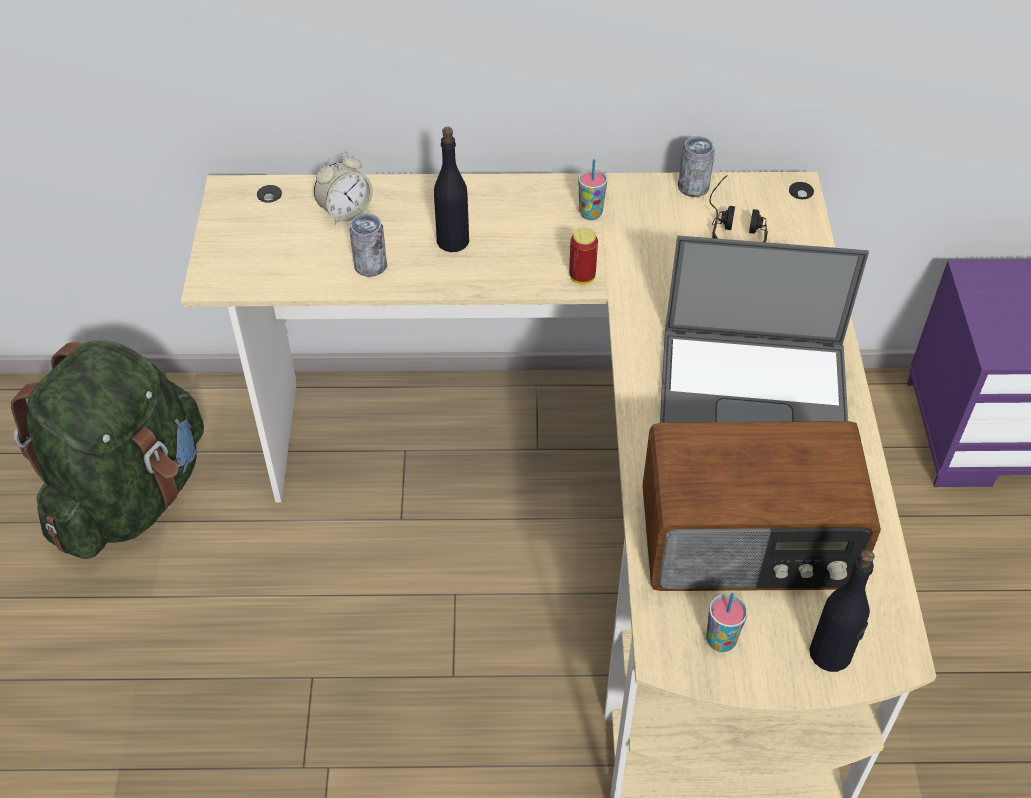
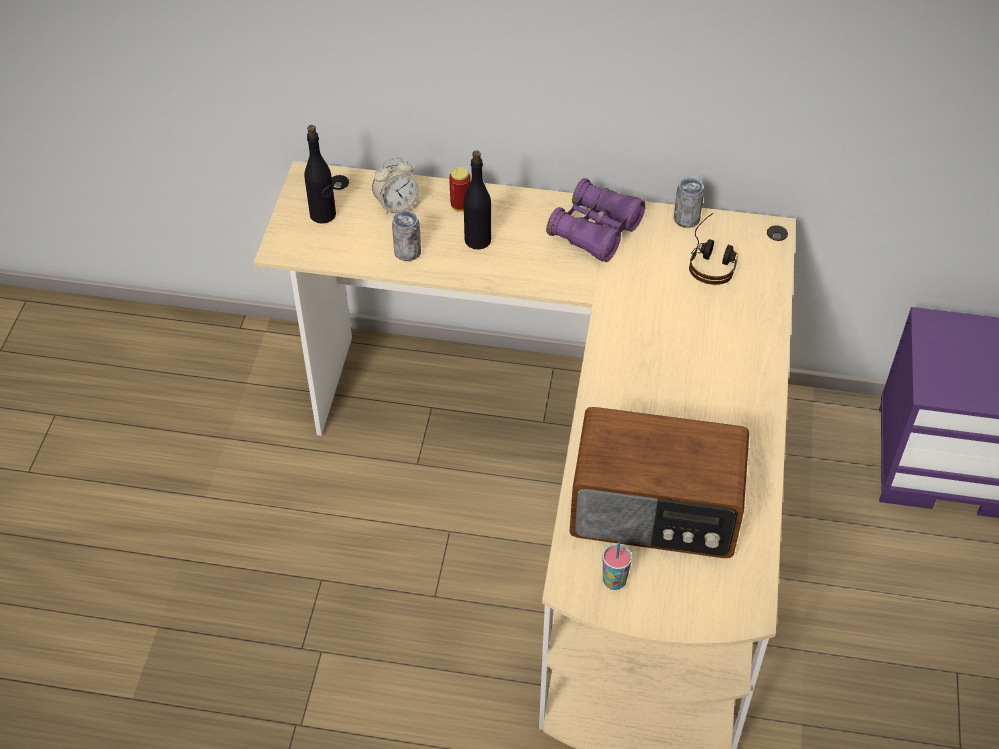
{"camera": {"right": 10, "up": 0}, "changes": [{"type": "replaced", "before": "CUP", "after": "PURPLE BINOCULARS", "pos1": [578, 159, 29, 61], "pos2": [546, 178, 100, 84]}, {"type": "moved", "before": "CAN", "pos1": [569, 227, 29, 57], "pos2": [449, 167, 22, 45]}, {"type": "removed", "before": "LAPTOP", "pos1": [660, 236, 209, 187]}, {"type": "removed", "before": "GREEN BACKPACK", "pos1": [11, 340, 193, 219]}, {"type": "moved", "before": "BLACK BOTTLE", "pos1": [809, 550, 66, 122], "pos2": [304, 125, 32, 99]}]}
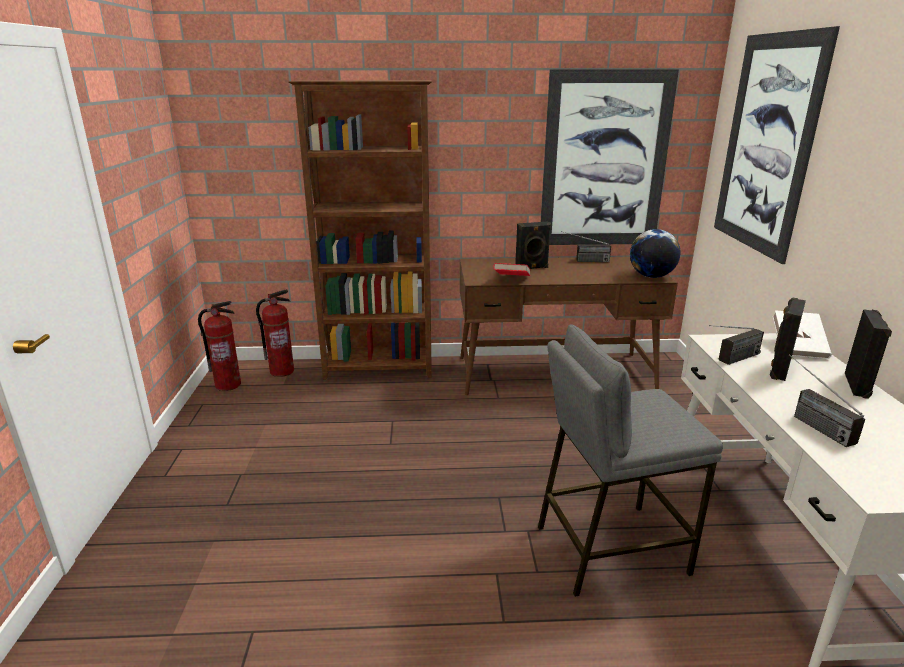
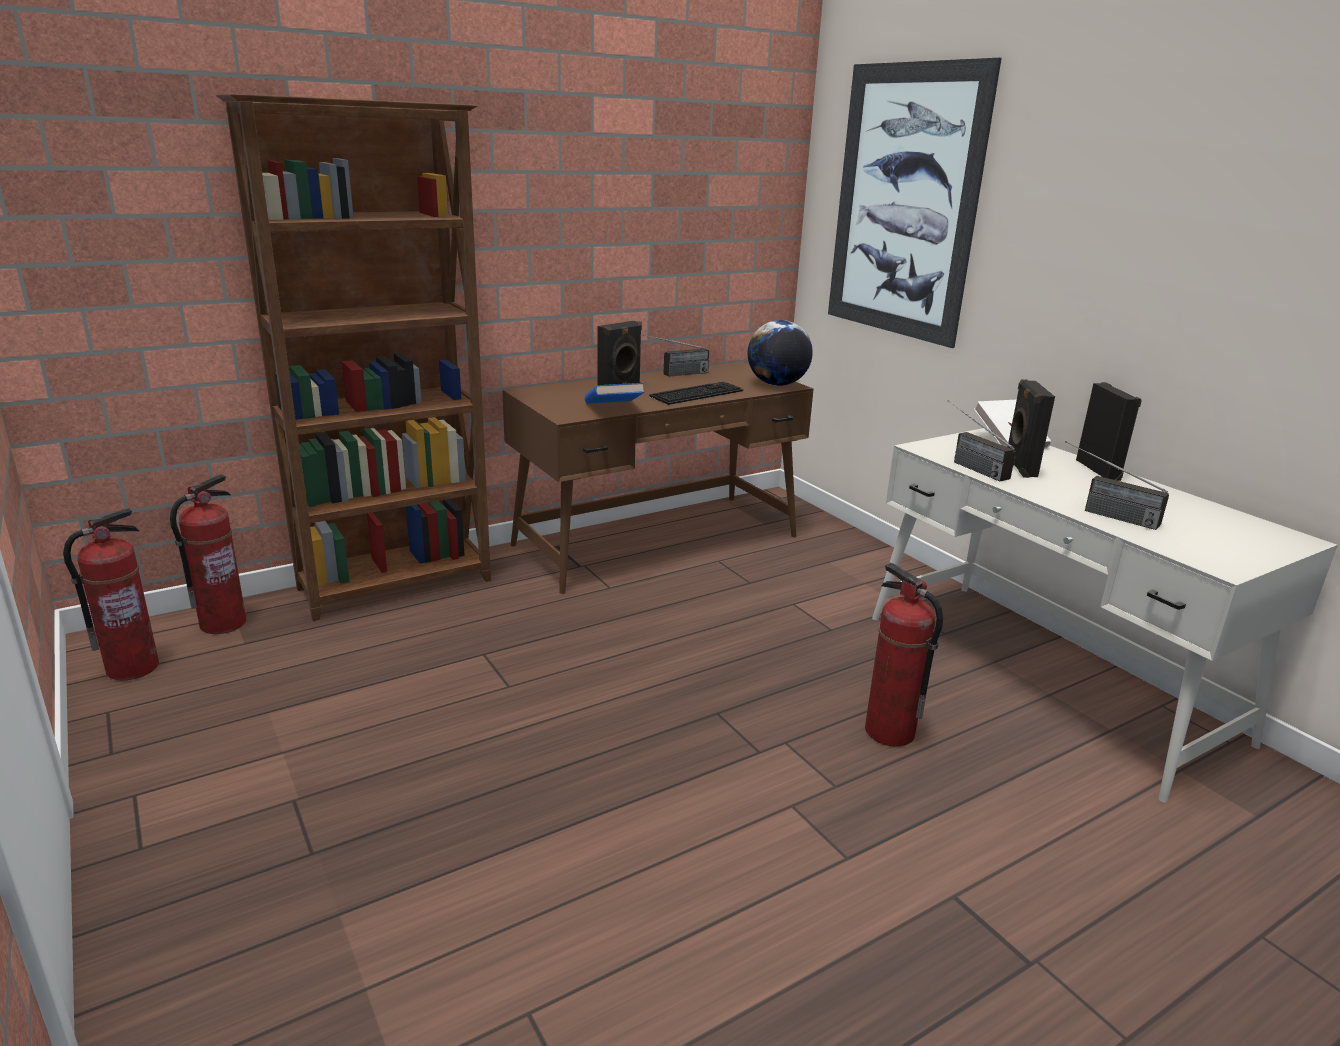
{"camera": {"right": -30, "up": 0}, "changes": [{"type": "removed", "before": "PICTURE", "pos1": [541, 69, 138, 176]}, {"type": "recoloured", "before": "RED BOOK", "after": "BLUE BOOK", "pos1": [493, 263, 38, 13], "pos2": [585, 383, 60, 21]}, {"type": "replaced", "before": "GREY STOOL", "after": "FIRE EXTINGUISHER", "pos1": [538, 324, 185, 273], "pos2": [865, 562, 78, 185]}, {"type": "turned", "before": "RADIO", "pos1": [709, 325, 55, 40], "pos2": [948, 400, 68, 82], "turn": 120}, {"type": "added", "after": "KEYBOARD", "pos2": [649, 382, 94, 23]}]}
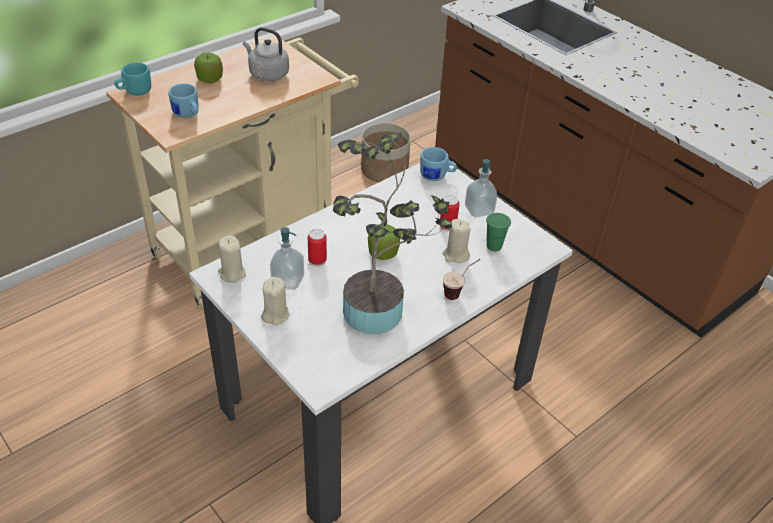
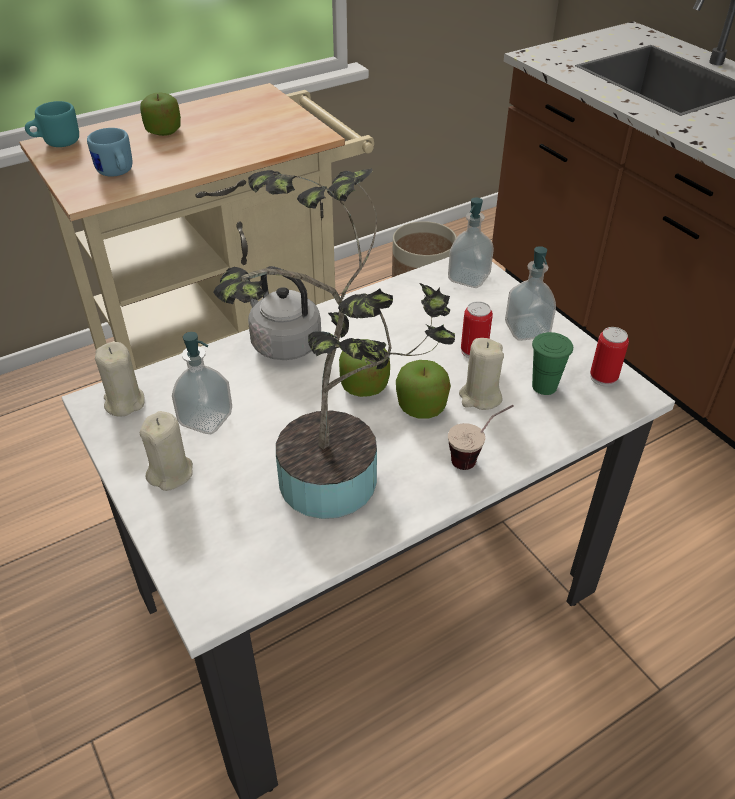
{"camera": {"right": 10, "up": 0}, "changes": [{"type": "moved", "before": "GREY KETTLE", "pos1": [243, 27, 46, 54], "pos2": [248, 266, 73, 94]}, {"type": "replaced", "before": "BLUE MUG", "after": "SOAP DISPENSER", "pos1": [420, 147, 37, 34], "pos2": [448, 197, 46, 91]}, {"type": "moved", "before": "CAN", "pos1": [308, 229, 19, 38], "pos2": [590, 327, 39, 59]}, {"type": "added", "after": "APPLE", "pos2": [396, 360, 55, 59]}]}
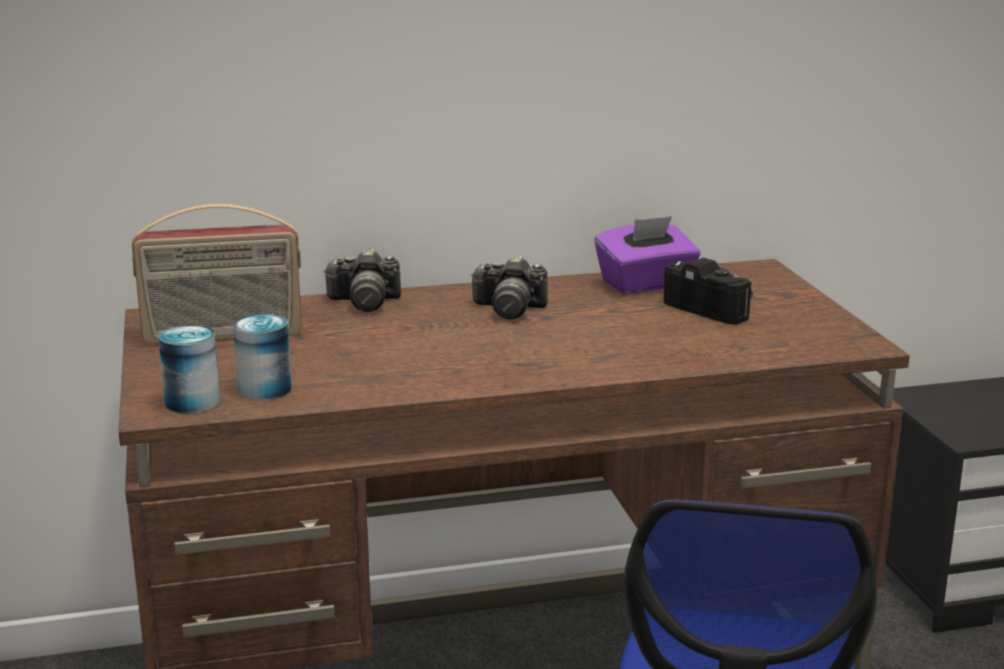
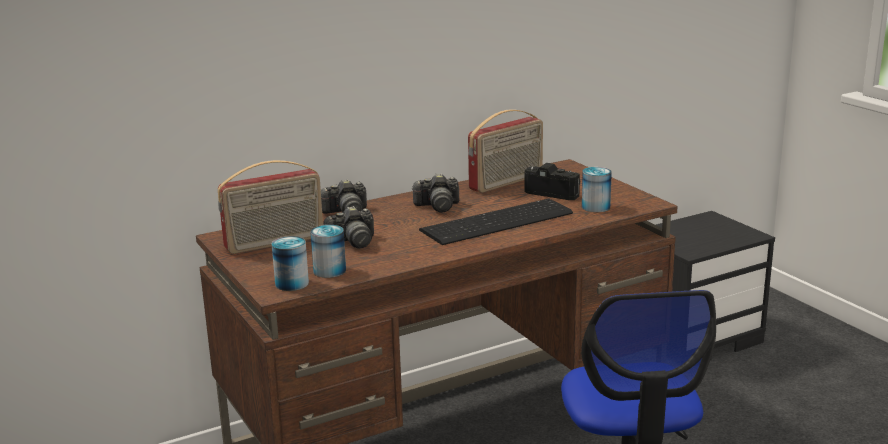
{"camera": {"right": -15, "up": 0}, "changes": [{"type": "replaced", "before": "PURPLE TISSUE BOX", "after": "RADIO", "pos1": [595, 216, 105, 78], "pos2": [468, 109, 75, 84]}, {"type": "added", "after": "CAN", "pos2": [582, 167, 30, 45]}, {"type": "added", "after": "KEYBOARD", "pos2": [419, 199, 154, 46]}, {"type": "added", "after": "PHOTO CAMERA", "pos2": [323, 206, 51, 42]}]}
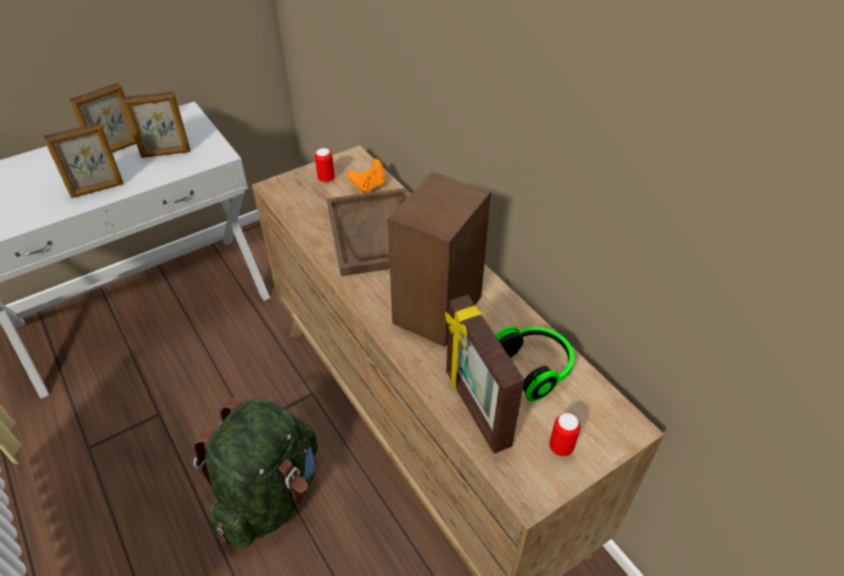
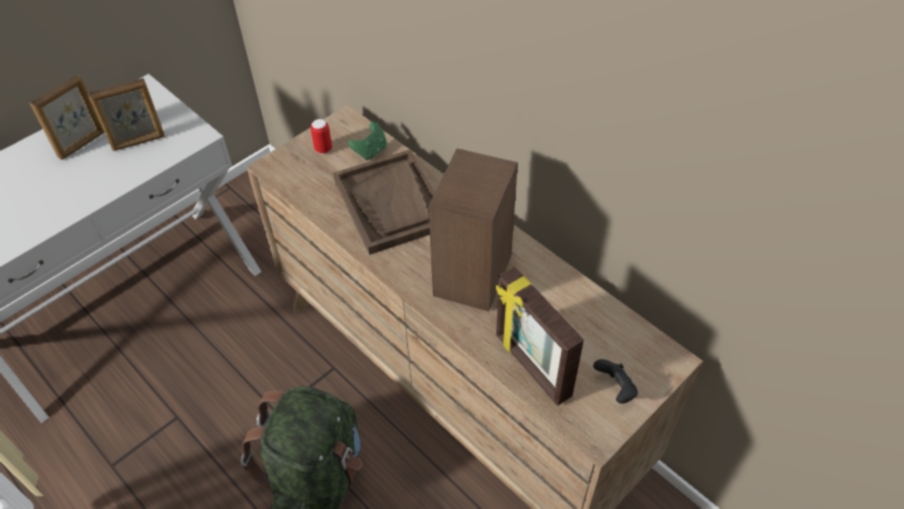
{"camera": {"right": -10, "up": 5}, "changes": [{"type": "removed", "before": "PICTURE FRAME", "pos1": [43, 122, 81, 76]}, {"type": "recoloured", "before": "ORANGE GAME CONTROLLER", "after": "GREEN GAME CONTROLLER", "pos1": [347, 159, 39, 34], "pos2": [348, 122, 39, 38]}, {"type": "removed", "before": "HEADPHONES", "pos1": [495, 326, 79, 76]}, {"type": "replaced", "before": "CAN", "after": "BLACK GAME CONTROLLER", "pos1": [549, 413, 32, 43], "pos2": [593, 359, 45, 45]}]}
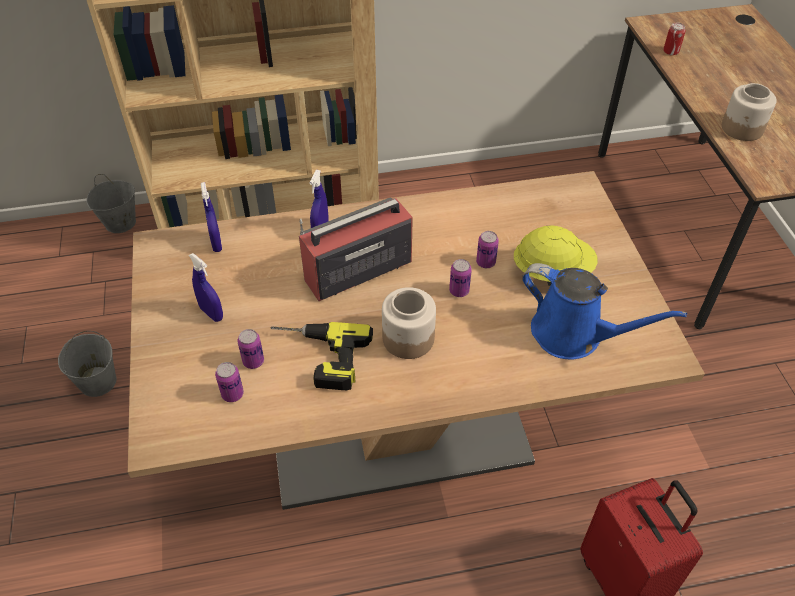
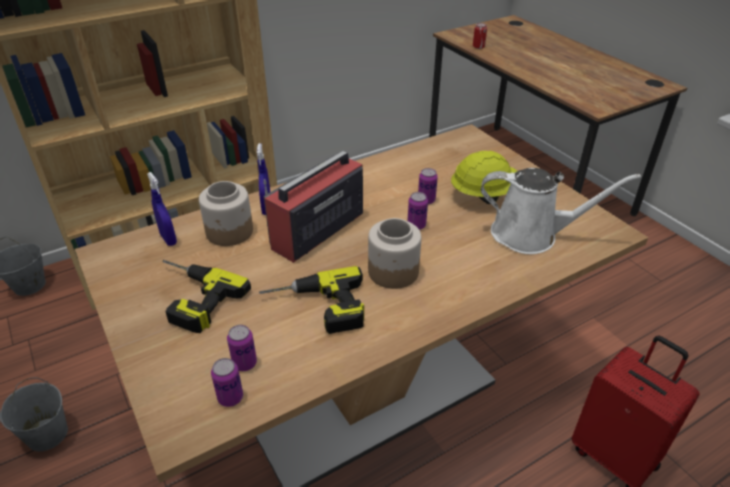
{"camera": {"right": -20, "up": -10}, "changes": [{"type": "moved", "before": "JAR", "pos1": [722, 83, 55, 58], "pos2": [199, 181, 54, 65]}, {"type": "replaced", "before": "BLUE SPRAY BOTTLE", "after": "POWER DRILL", "pos1": [189, 253, 34, 69], "pos2": [163, 260, 88, 73]}, {"type": "recoloured", "before": "BLUE WATERING CAN", "after": "WHITE WATERING CAN", "pos1": [522, 263, 165, 96], "pos2": [481, 168, 160, 86]}, {"type": "moved", "before": "CAN", "pos1": [238, 329, 26, 40], "pos2": [211, 358, 32, 49]}]}
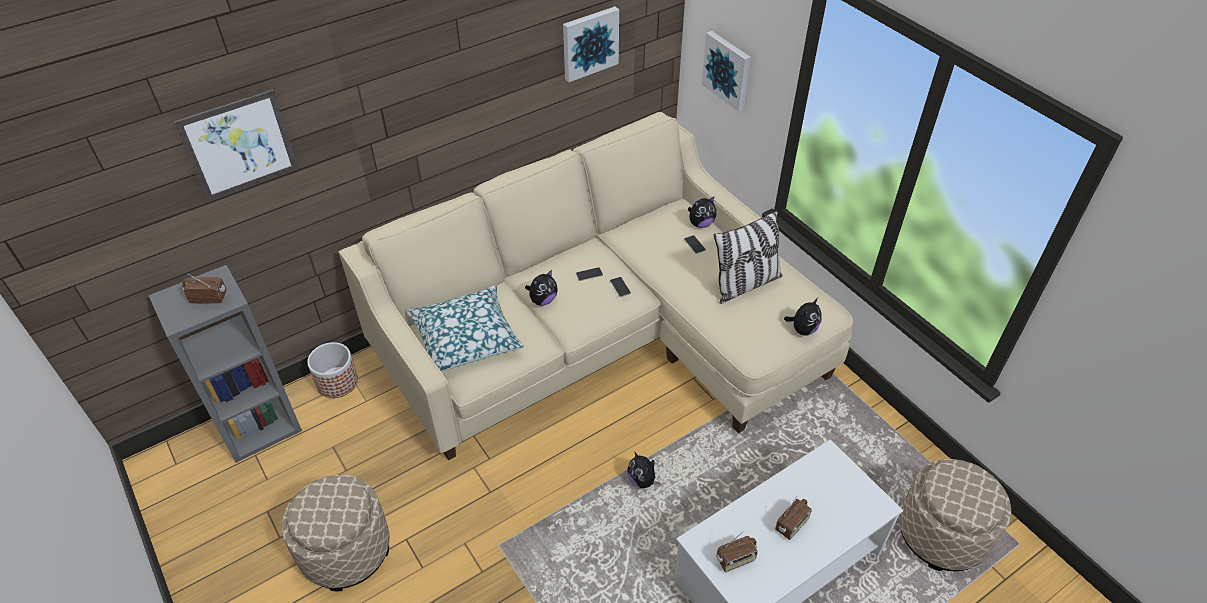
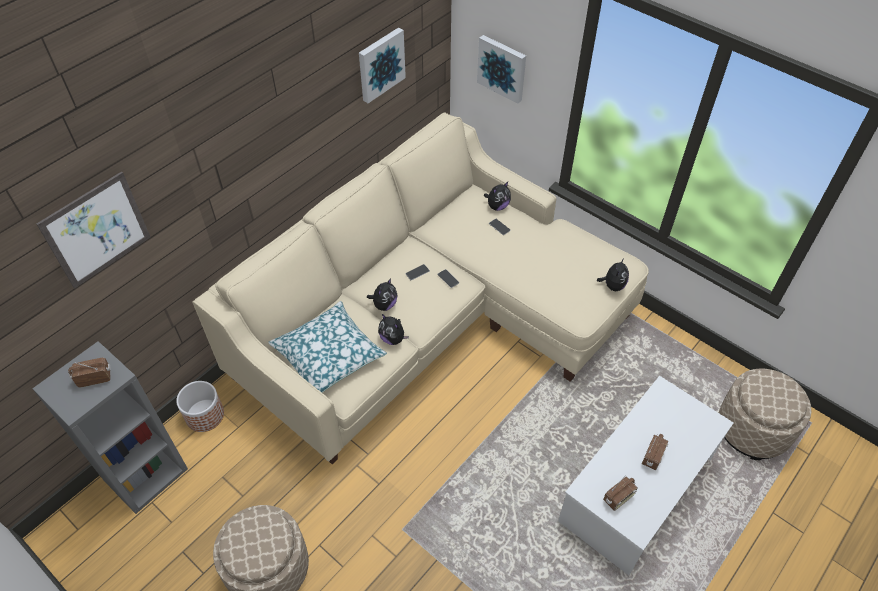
{"camera": {"right": -15, "up": 5}, "changes": [{"type": "removed", "before": "PILLOW", "pos1": [714, 210, 69, 94]}, {"type": "moved", "before": "PLUSH TOY", "pos1": [627, 452, 33, 36], "pos2": [378, 314, 31, 31]}]}
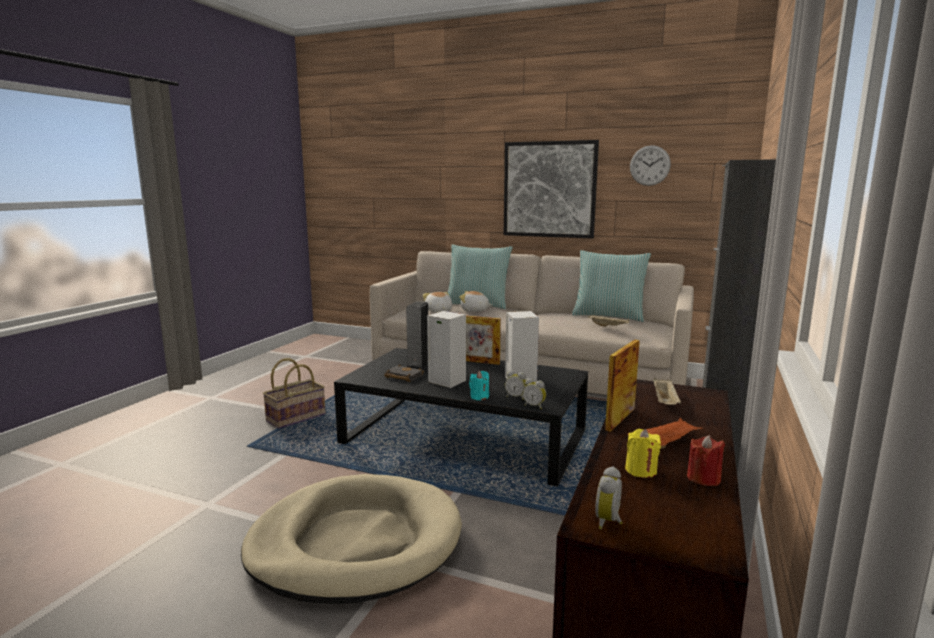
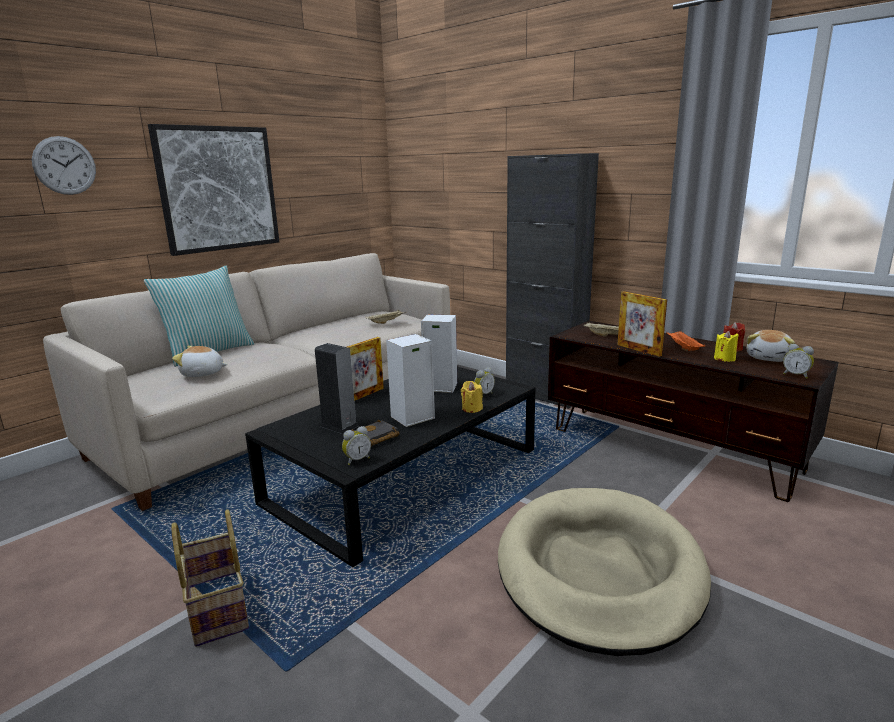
{"camera": {"right": -70, "up": 5}, "changes": [{"type": "moved", "before": "WALL CLOCK", "pos1": [630, 145, 41, 41], "pos2": [32, 136, 64, 59]}, {"type": "removed", "before": "PILLOW", "pos1": [572, 250, 79, 72]}, {"type": "moved", "before": "PLUSH TOY", "pos1": [459, 291, 33, 21], "pos2": [747, 330, 48, 32]}, {"type": "recoloured", "before": "TURQUOISE CANDLE", "after": "YELLOW CANDLE", "pos1": [469, 371, 20, 30], "pos2": [461, 381, 22, 32]}, {"type": "moved", "before": "ALARM CLOCK", "pos1": [523, 378, 23, 31], "pos2": [342, 426, 29, 39]}]}
